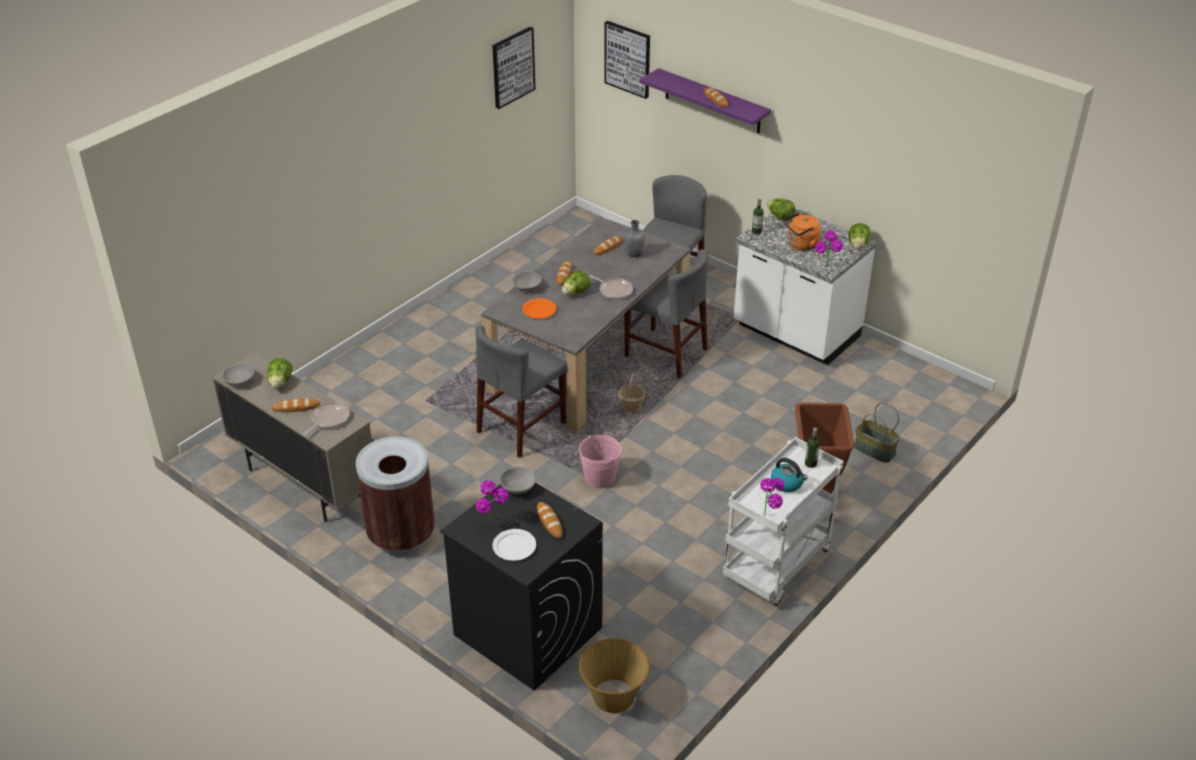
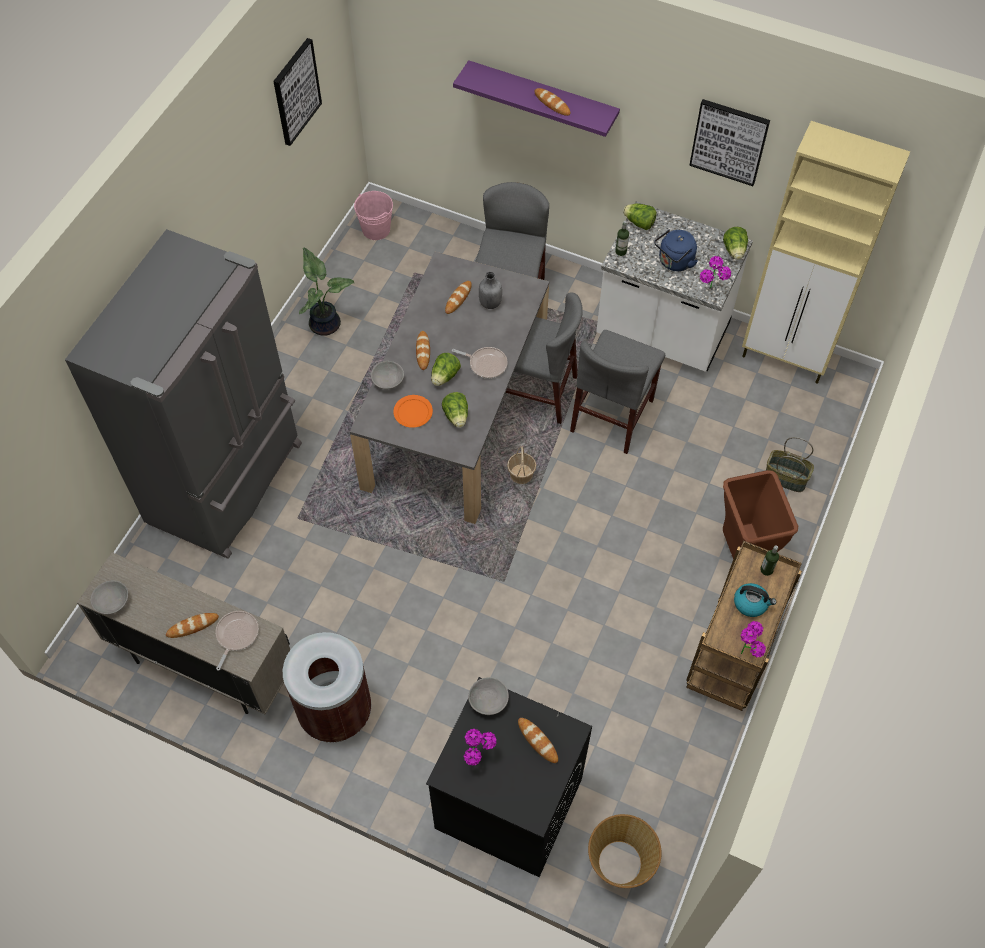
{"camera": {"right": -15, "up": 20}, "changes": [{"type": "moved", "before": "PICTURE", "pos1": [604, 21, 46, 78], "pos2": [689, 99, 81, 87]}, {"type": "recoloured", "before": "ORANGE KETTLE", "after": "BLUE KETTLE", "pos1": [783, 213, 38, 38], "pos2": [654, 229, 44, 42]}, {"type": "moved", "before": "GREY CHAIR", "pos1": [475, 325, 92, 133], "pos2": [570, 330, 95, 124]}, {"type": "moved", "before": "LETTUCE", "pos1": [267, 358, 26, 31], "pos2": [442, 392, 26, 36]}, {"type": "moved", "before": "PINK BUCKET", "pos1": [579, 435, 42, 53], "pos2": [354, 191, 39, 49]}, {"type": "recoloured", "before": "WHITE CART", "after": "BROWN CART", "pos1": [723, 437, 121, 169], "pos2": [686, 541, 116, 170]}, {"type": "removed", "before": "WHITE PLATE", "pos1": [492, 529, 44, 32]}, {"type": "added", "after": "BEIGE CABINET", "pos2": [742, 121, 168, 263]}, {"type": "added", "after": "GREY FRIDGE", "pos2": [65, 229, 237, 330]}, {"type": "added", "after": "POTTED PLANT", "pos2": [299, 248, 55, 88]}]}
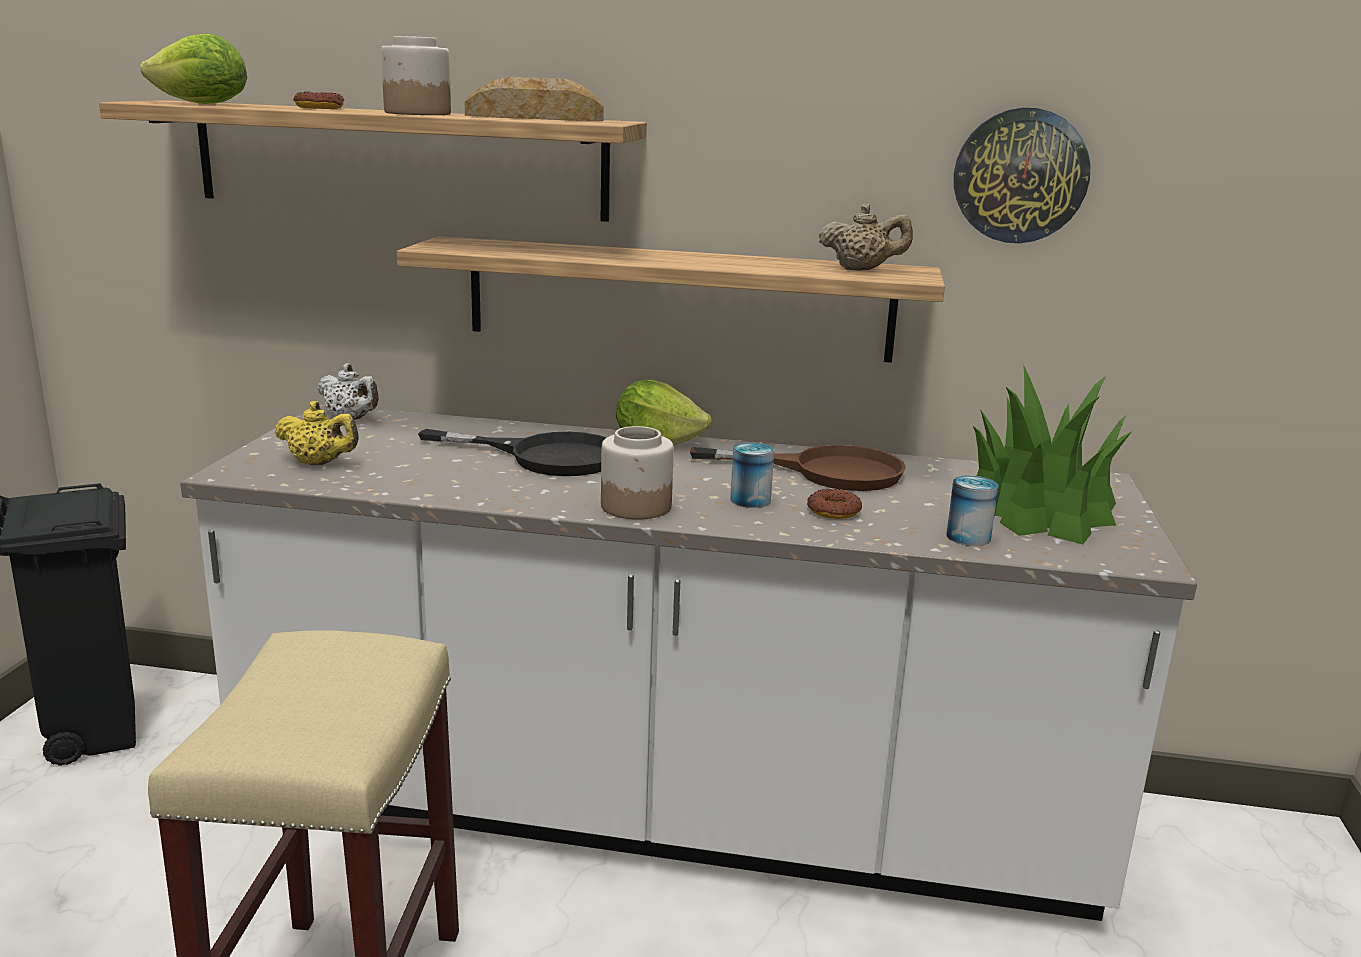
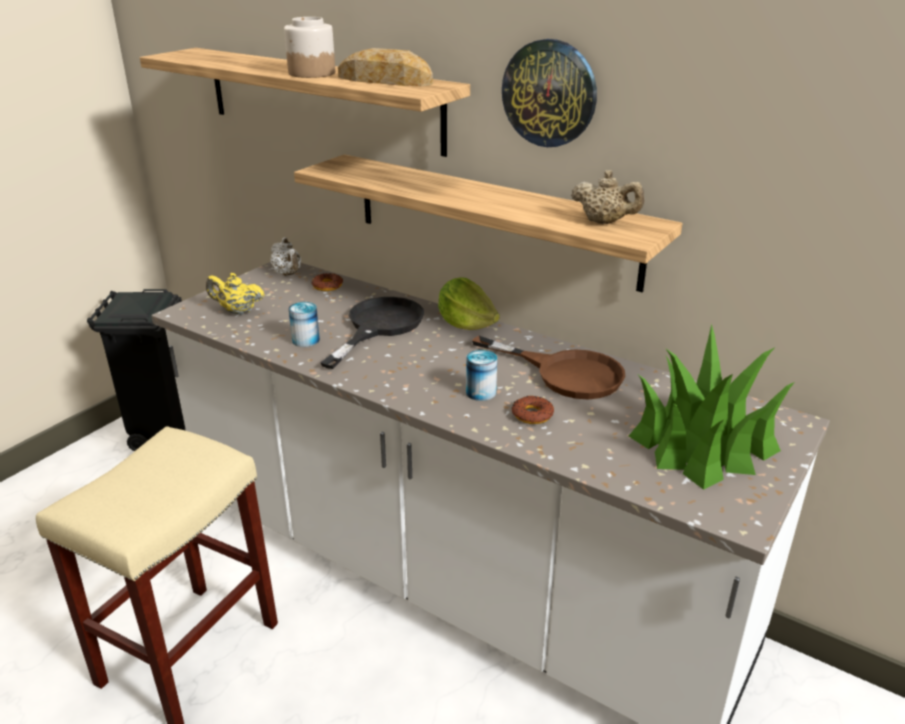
{"camera": {"right": 25, "up": 10}, "changes": [{"type": "removed", "before": "LETTUCE", "pos1": [140, 34, 107, 70]}, {"type": "moved", "before": "DONUT", "pos1": [293, 91, 51, 18], "pos2": [311, 273, 32, 18]}, {"type": "moved", "before": "WALL CLOCK", "pos1": [954, 108, 137, 135], "pos2": [502, 39, 95, 108]}, {"type": "turned", "before": "YELLOW TEAPOT", "pos1": [275, 401, 84, 64], "pos2": [206, 273, 59, 42], "turn": 150}, {"type": "removed", "before": "JAR", "pos1": [601, 426, 73, 93]}, {"type": "turned", "before": "BLACK FRYING PAN", "pos1": [418, 429, 189, 47], "pos2": [320, 297, 104, 72], "turn": -105}, {"type": "moved", "before": "CAN", "pos1": [946, 475, 52, 71], "pos2": [289, 302, 31, 45]}]}
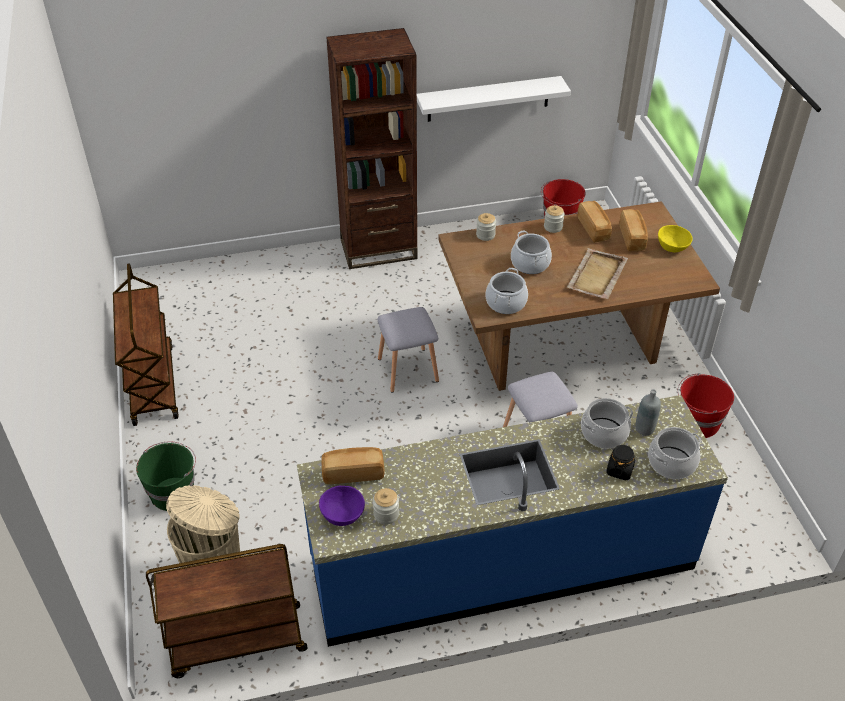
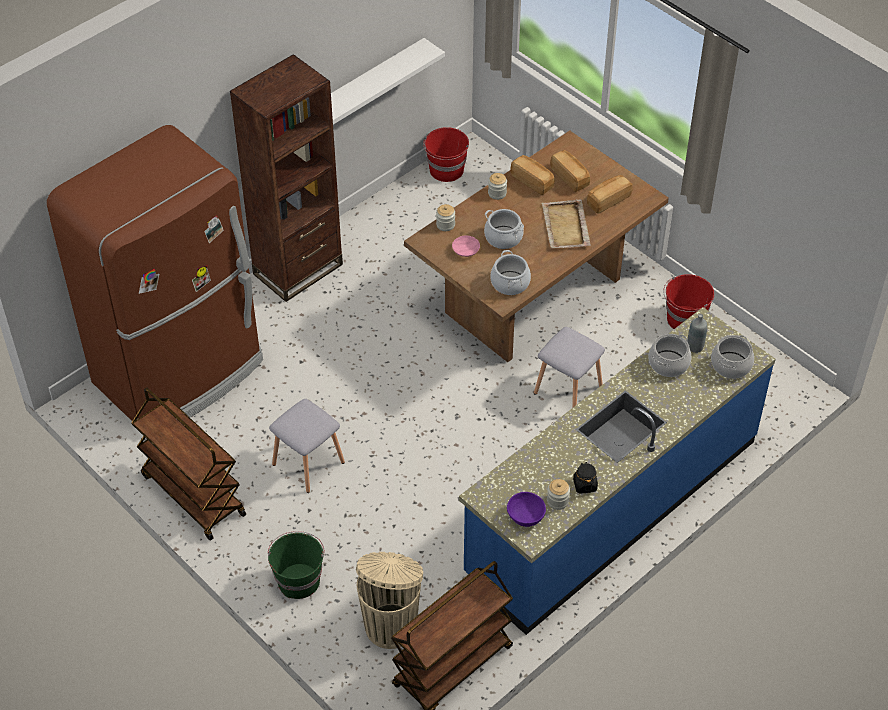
{"camera": {"right": -30, "up": 5}, "changes": [{"type": "removed", "before": "YELLOW BOWL", "pos1": [658, 225, 35, 27]}, {"type": "moved", "before": "GREY STOOL", "pos1": [377, 307, 62, 86], "pos2": [269, 399, 76, 94]}, {"type": "moved", "before": "BLACK JAR", "pos1": [606, 444, 29, 36], "pos2": [573, 462, 25, 32]}, {"type": "moved", "before": "BREAD", "pos1": [321, 447, 64, 37], "pos2": [587, 175, 46, 39]}, {"type": "added", "after": "BROWN FRIDGE", "pos2": [47, 125, 216, 296]}, {"type": "added", "after": "PINK BOWL", "pos2": [452, 236, 28, 21]}]}
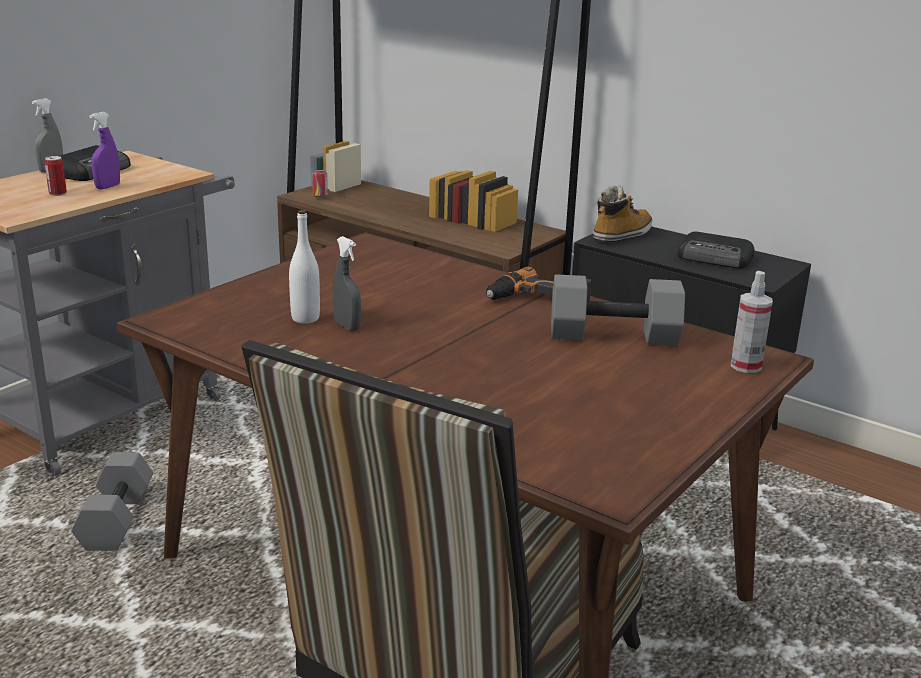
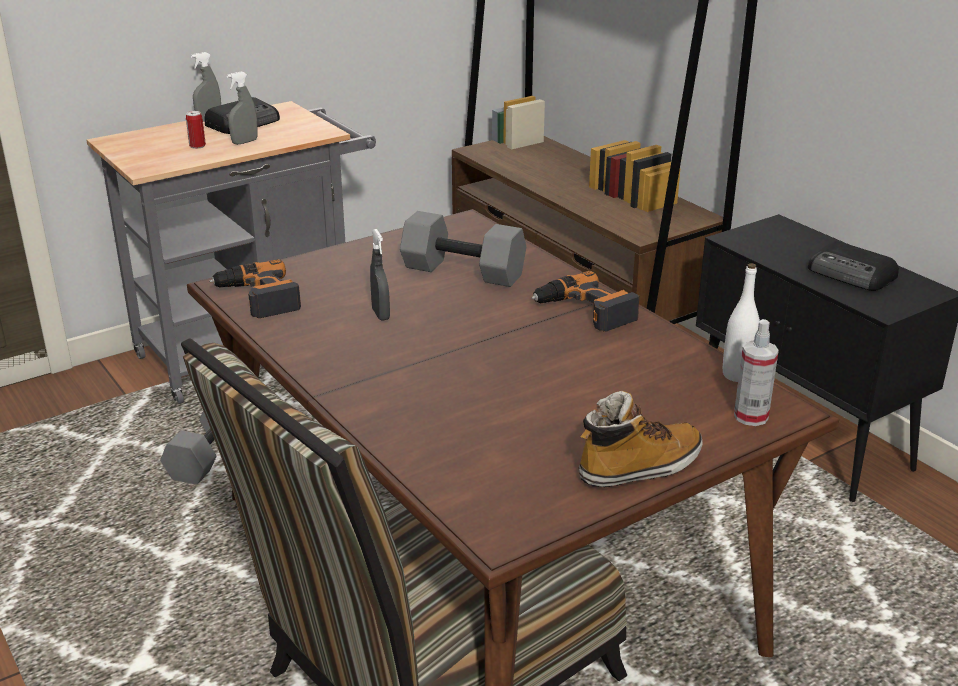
{"camera": {"right": 20, "up": 5}, "changes": [{"type": "recoloured", "before": "PURPLE SPRAY BOTTLE", "after": "GREY SPRAY BOTTLE", "pos1": [89, 112, 31, 77], "pos2": [227, 71, 31, 74]}, {"type": "removed", "before": "CAN", "pos1": [312, 170, 16, 28]}, {"type": "moved", "before": "BOOT", "pos1": [593, 185, 59, 57], "pos2": [578, 391, 125, 96]}, {"type": "moved", "before": "WHITE BOTTLE", "pos1": [289, 210, 31, 114], "pos2": [723, 263, 37, 119]}, {"type": "moved", "before": "GREY DUMBBELL", "pos1": [551, 274, 134, 71], "pos2": [400, 211, 126, 76]}, {"type": "added", "after": "POWER DRILL", "pos2": [209, 259, 92, 59]}]}
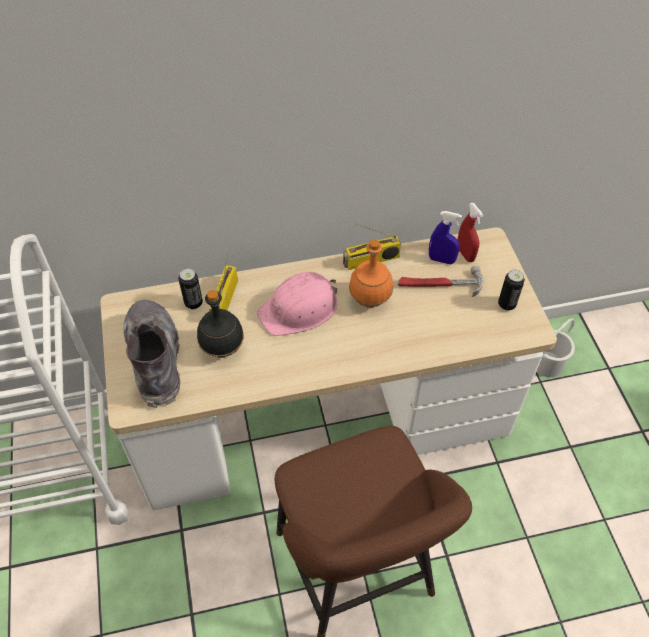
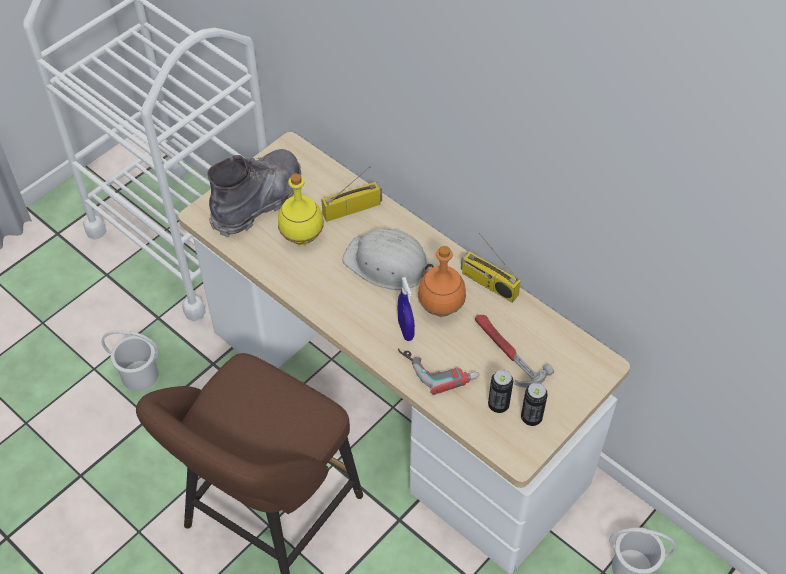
{"camera": {"right": 55, "up": 0}, "changes": [{"type": "removed", "before": "RED SPRAY BOTTLE", "pos1": [458, 203, 25, 59]}, {"type": "moved", "before": "BLUE SPRAY BOTTLE", "pos1": [429, 211, 33, 53], "pos2": [398, 277, 17, 64]}, {"type": "moved", "before": "CAN", "pos1": [178, 268, 25, 41], "pos2": [488, 370, 25, 43]}, {"type": "recoloured", "before": "PINK HARD HAT", "after": "WHITE HARD HAT", "pos1": [257, 272, 80, 64], "pos2": [342, 228, 92, 62]}, {"type": "recoloured", "before": "BLACK BOTTLE", "after": "YELLOW BOTTLE", "pos1": [197, 290, 47, 68], "pos2": [278, 174, 46, 71]}, {"type": "added", "after": "WHITE BUCKET", "pos2": [101, 330, 58, 61]}, {"type": "added", "after": "POWER DRILL", "pos2": [398, 348, 82, 47]}]}
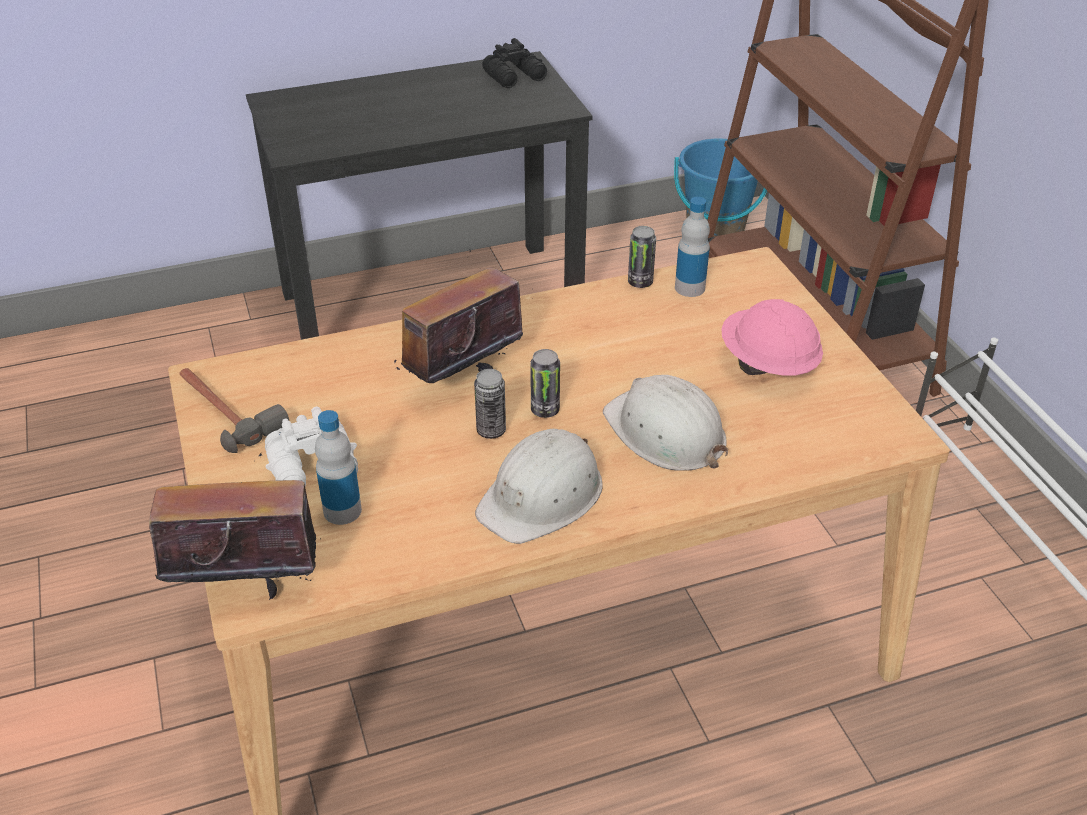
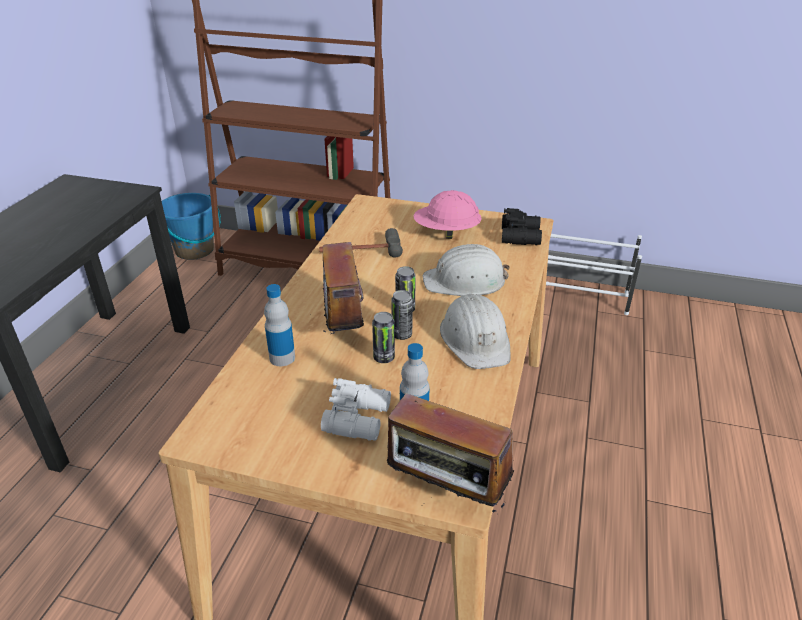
{"camera": {"right": -55, "up": -5}, "changes": [{"type": "moved", "before": "BLACK BINOCULARS", "pos1": [482, 38, 65, 50], "pos2": [502, 208, 40, 37]}, {"type": "moved", "before": "BOTTLE", "pos1": [675, 197, 35, 100], "pos2": [264, 284, 31, 82]}, {"type": "moved", "before": "CAN", "pos1": [628, 226, 28, 62], "pos2": [372, 312, 23, 51]}, {"type": "moved", "before": "HAMMER", "pos1": [179, 368, 110, 85], "pos2": [319, 228, 84, 29]}, {"type": "turned", "before": "RADIO", "pos1": [149, 453, 173, 148], "pos2": [387, 393, 127, 120], "turn": -90}]}
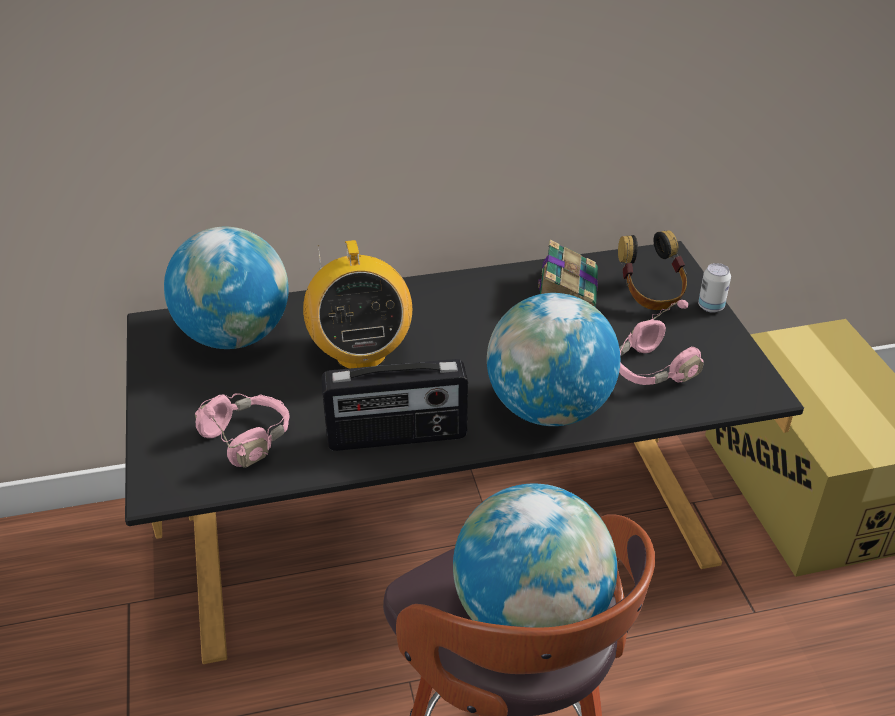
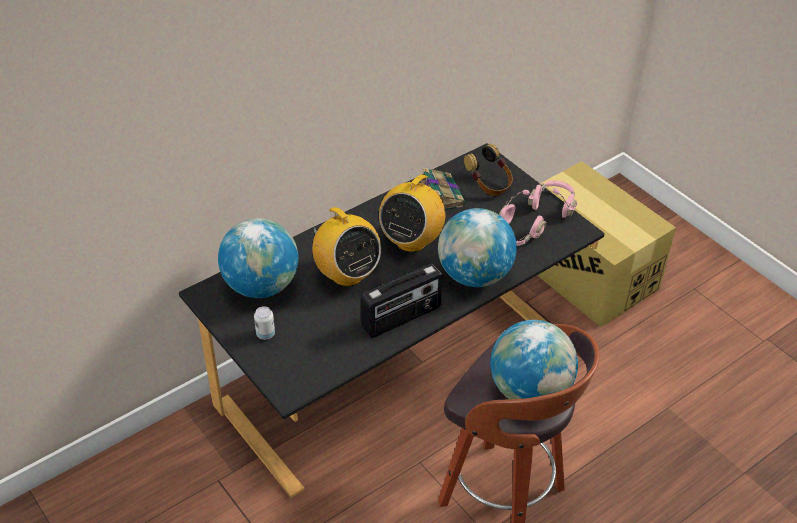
{"camera": {"right": -25, "up": 5}, "changes": [{"type": "moved", "before": "CAN", "pos1": [698, 263, 33, 50], "pos2": [254, 306, 21, 34]}, {"type": "moved", "before": "PINK HEADPHONES", "pos1": [195, 393, 95, 75], "pos2": [528, 181, 49, 37]}, {"type": "added", "after": "RADIO", "pos2": [379, 169, 66, 83]}]}
